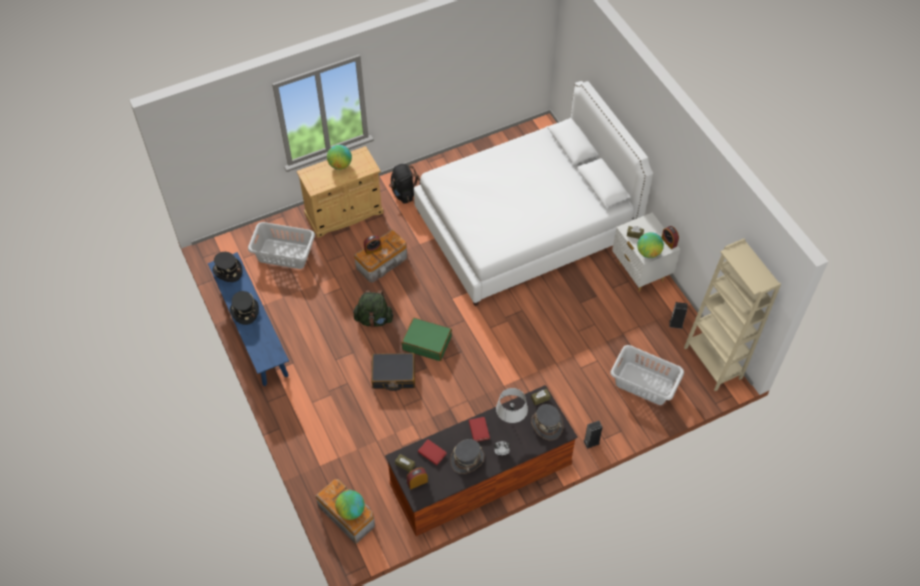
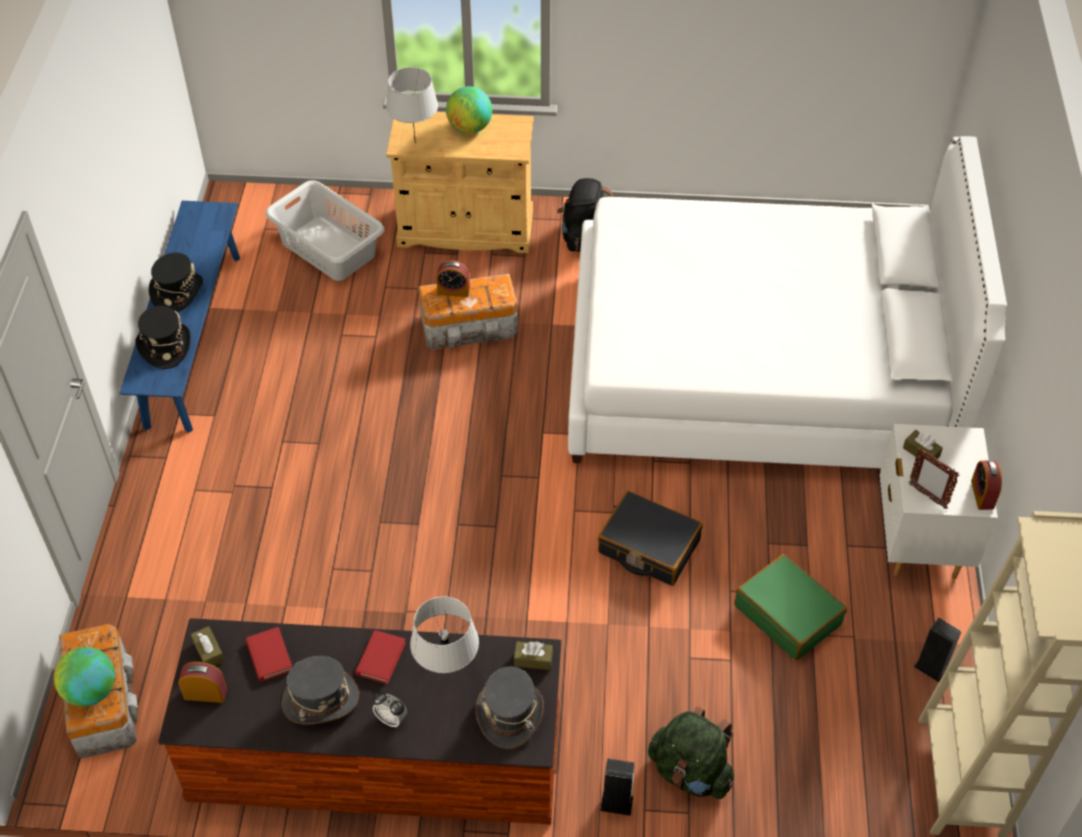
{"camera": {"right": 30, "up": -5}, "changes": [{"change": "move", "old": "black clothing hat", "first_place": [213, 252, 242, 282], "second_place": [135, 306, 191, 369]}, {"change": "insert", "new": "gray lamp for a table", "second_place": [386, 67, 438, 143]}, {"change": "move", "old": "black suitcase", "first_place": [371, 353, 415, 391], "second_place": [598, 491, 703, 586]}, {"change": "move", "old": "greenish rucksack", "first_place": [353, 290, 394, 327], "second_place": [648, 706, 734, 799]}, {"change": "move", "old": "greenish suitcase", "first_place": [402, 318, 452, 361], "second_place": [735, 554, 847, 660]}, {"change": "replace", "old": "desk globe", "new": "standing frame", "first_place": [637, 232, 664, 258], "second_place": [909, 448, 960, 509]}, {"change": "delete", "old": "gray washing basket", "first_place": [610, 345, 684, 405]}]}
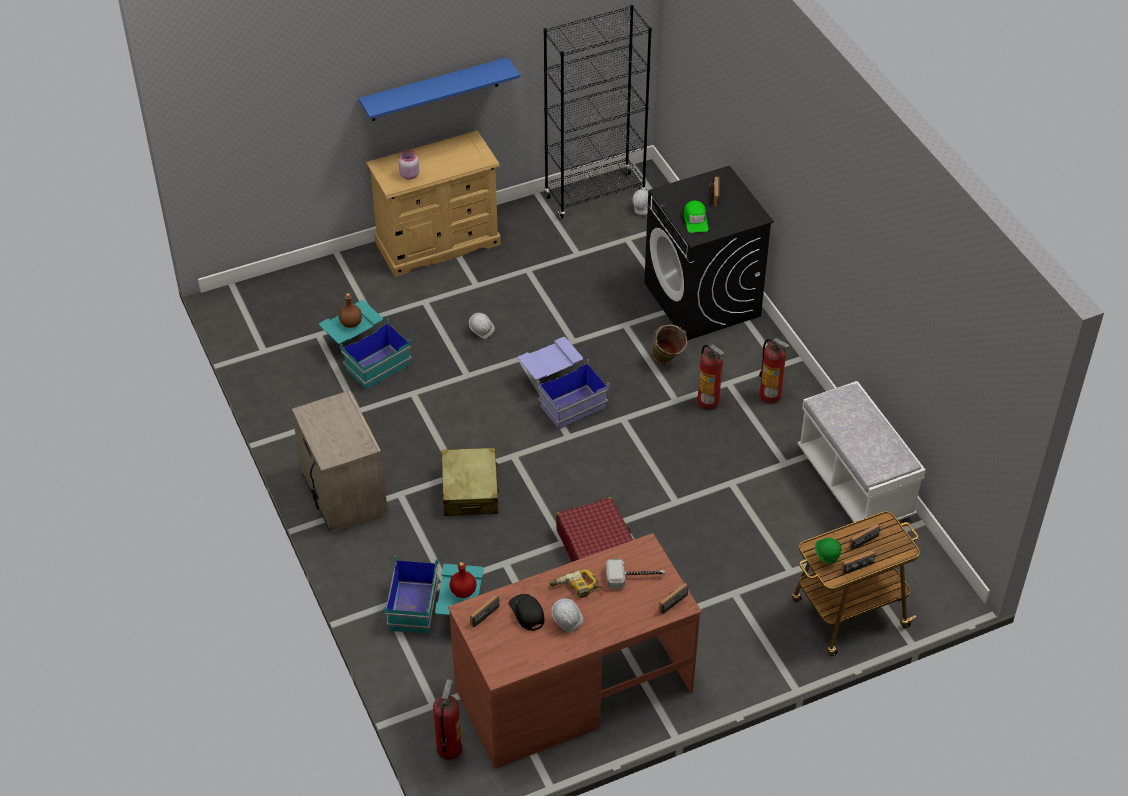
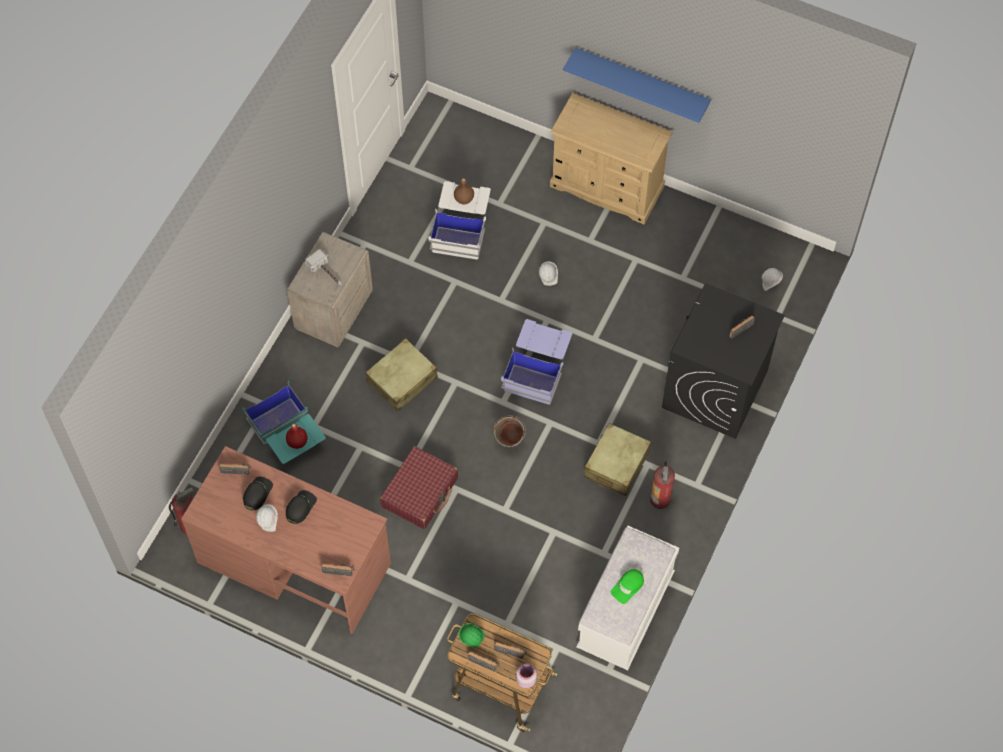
{"camera": {"right": 50, "up": 15}, "changes": [{"change": "replace", "old": "power drill", "new": "black cap", "first_place": [549, 569, 604, 598], "second_place": [286, 490, 317, 524]}, {"change": "move", "old": "tool hammer", "first_place": [606, 559, 665, 589], "second_place": [305, 249, 342, 285]}, {"change": "recolor", "old": "turquoise-coloured storage container", "new": "whitish storage container", "first_place": [319, 300, 412, 390], "second_place": [428, 181, 491, 260]}, {"change": "move", "old": "greenish bucket", "first_place": [652, 325, 687, 363], "second_place": [494, 415, 526, 447]}, {"change": "move", "old": "pinkish preserve jar", "first_place": [399, 150, 419, 180], "second_place": [516, 664, 537, 688]}, {"change": "replace", "old": "extinguisher", "new": "beige-coloured suitcase", "first_place": [697, 344, 724, 411], "second_place": [584, 423, 651, 496]}, {"change": "move", "old": "greenish cap", "first_place": [684, 201, 709, 233], "second_place": [611, 569, 644, 604]}, {"change": "delete", "old": "black shelving unit", "first_place": [543, 5, 652, 219]}]}
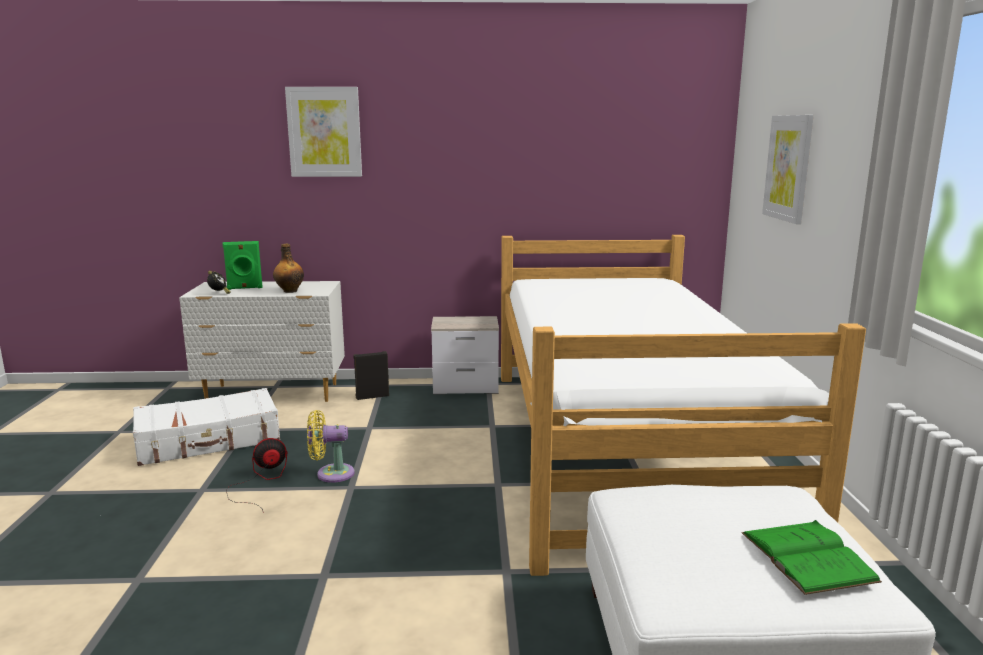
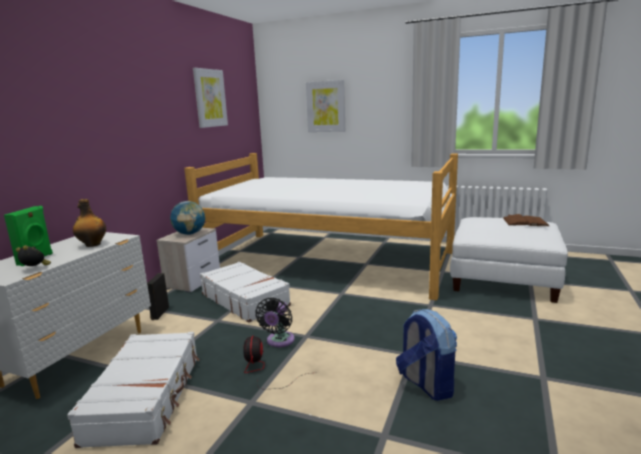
{"camera": {"right": -65, "up": 0}, "changes": [{"change": "insert", "new": "desk globe", "second_place": [170, 201, 205, 235]}, {"change": "move", "old": "wall picture", "first_place": [285, 87, 362, 177], "second_place": [193, 68, 228, 128]}, {"change": "insert", "new": "whitish suitcase", "second_place": [200, 262, 291, 323]}, {"change": "recolor", "old": "yellow-coloured electric fan", "new": "black electric fan", "first_place": [307, 410, 355, 483], "second_place": [255, 298, 295, 347]}, {"change": "insert", "new": "rucksack", "second_place": [396, 309, 457, 401]}, {"change": "recolor", "old": "greenish bound book", "new": "brown-coloured bound book", "first_place": [742, 520, 882, 595], "second_place": [503, 214, 549, 226]}]}
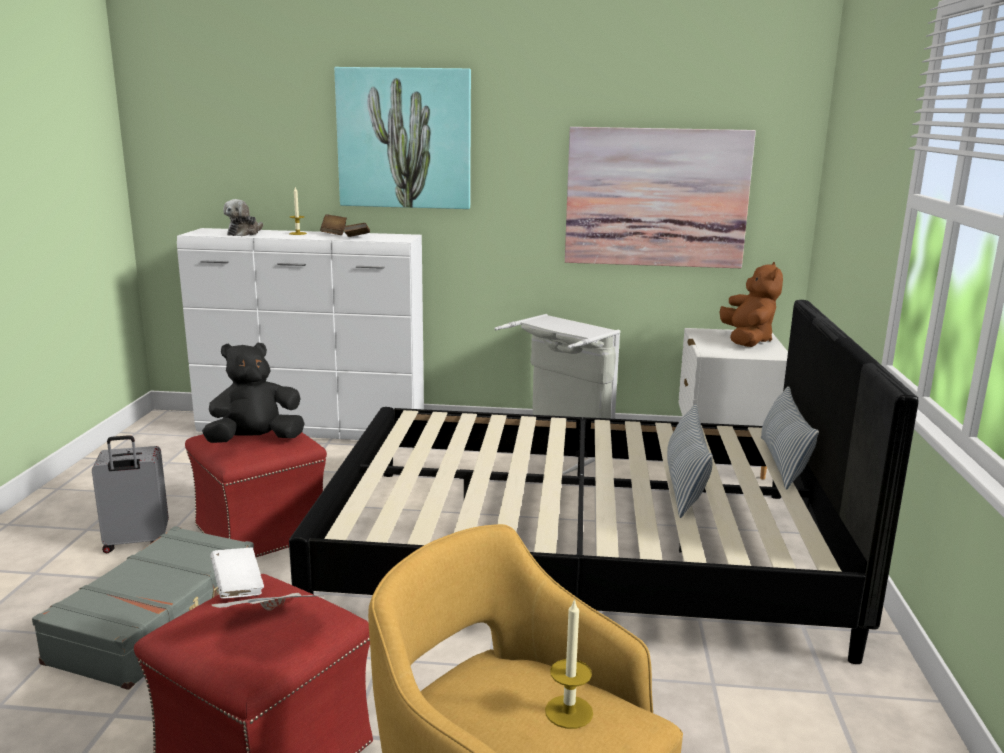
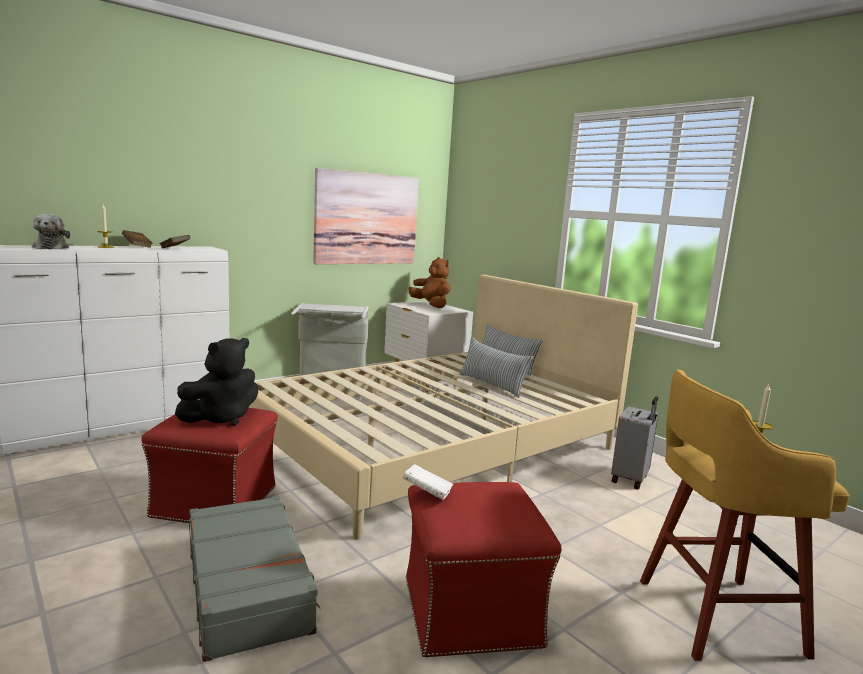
{"camera": {"right": -45, "up": -5}, "changes": [{"change": "rotate", "old": "black soft toy", "first_place": [202, 343, 305, 443], "second_place": [175, 338, 258, 426], "degrees": -150}, {"change": "recolor", "old": "black bedroom bed", "new": "beige-coloured bedroom bed", "first_place": [289, 300, 918, 664], "second_place": [249, 274, 638, 540]}, {"change": "move", "old": "gray suitcase", "first_place": [92, 435, 169, 553], "second_place": [611, 396, 658, 489]}, {"change": "delete", "old": "daily paper", "first_place": [212, 593, 321, 611]}, {"change": "delete", "old": "wall picture", "first_place": [334, 67, 471, 209]}]}
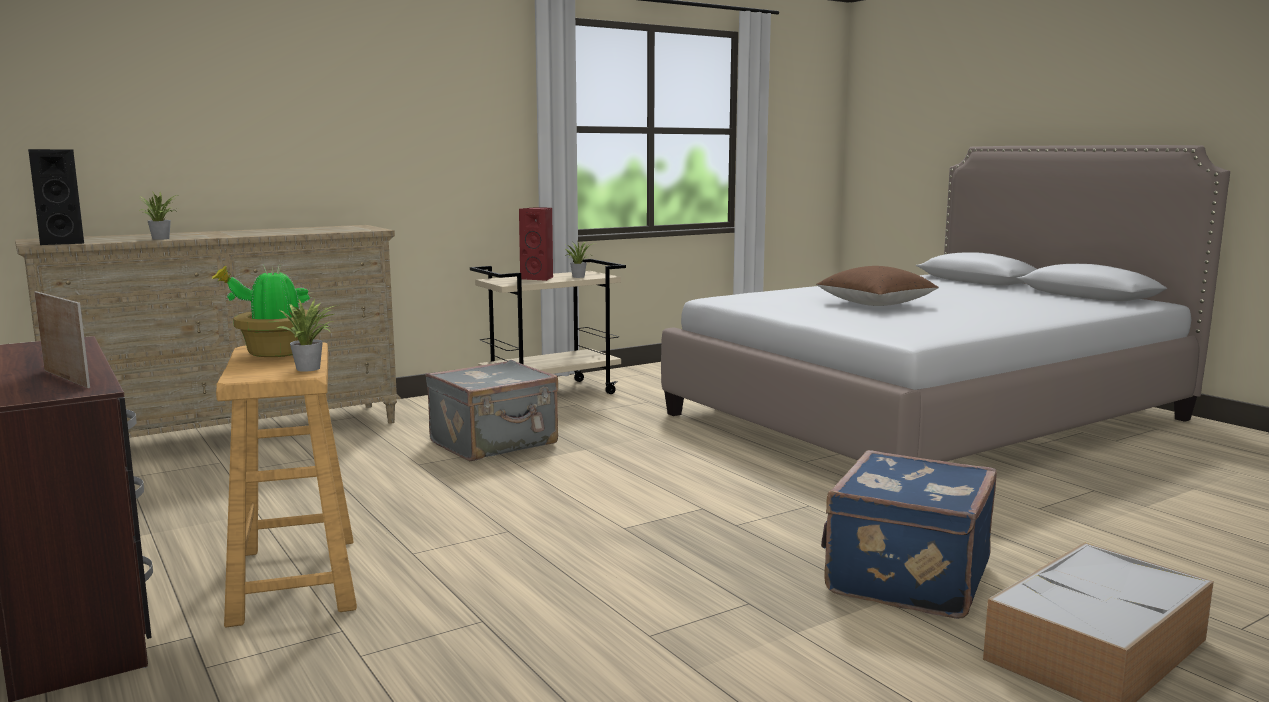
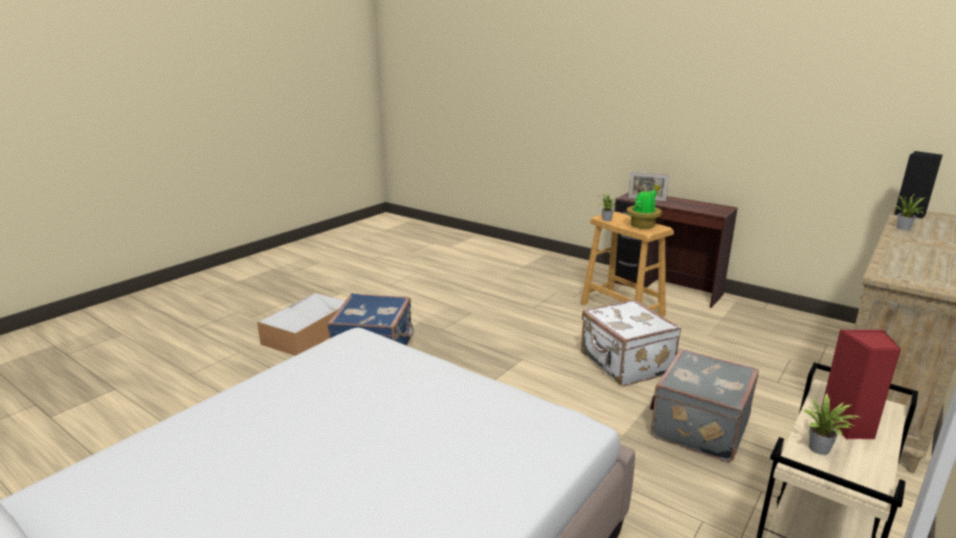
{"camera": {"right": 160, "up": 10}, "changes": [{"change": "insert", "new": "whitish suitcase", "second_place": [581, 300, 681, 386]}, {"change": "delete", "old": "brown-coloured throw pillow", "first_place": [816, 266, 939, 306]}]}
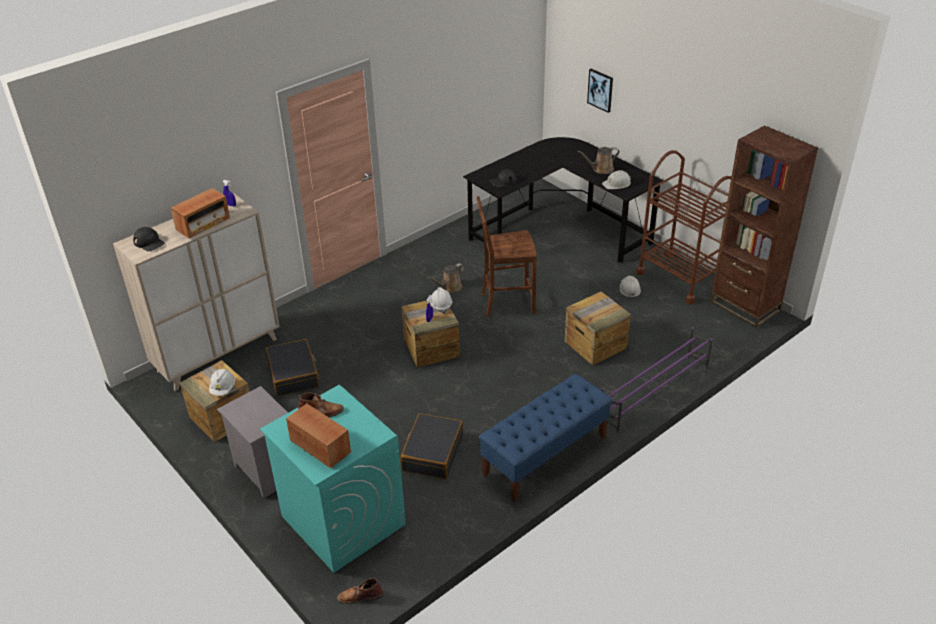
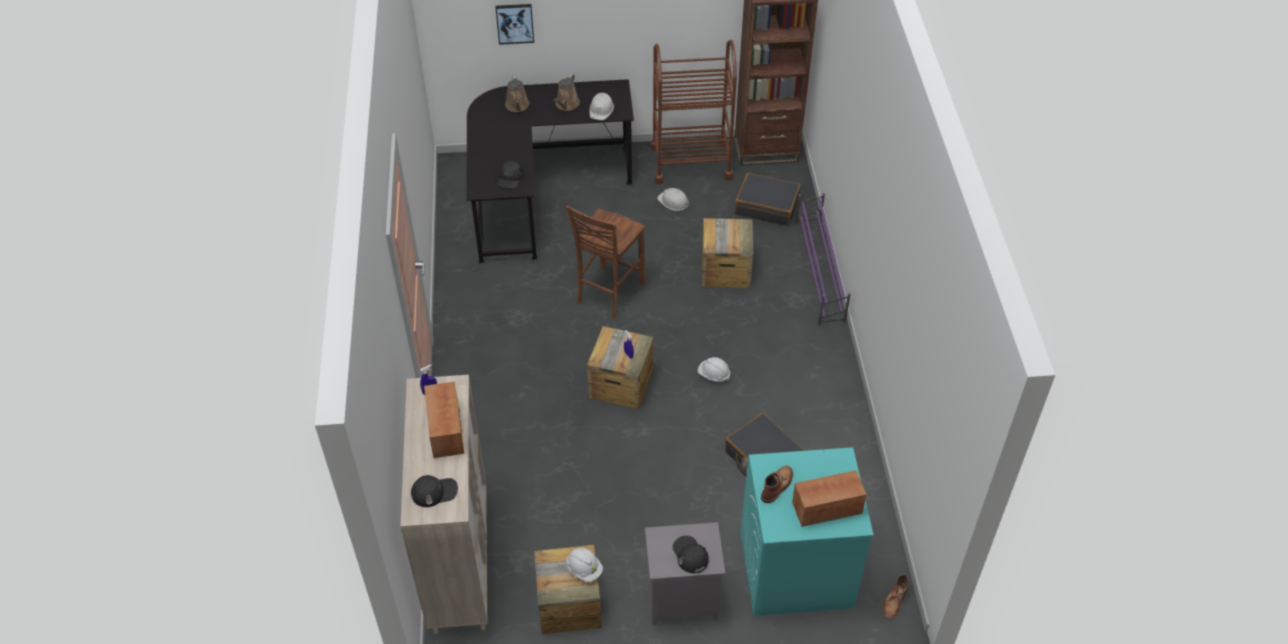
{"camera": {"right": -55, "up": 10}, "changes": [{"change": "move", "old": "brown-coloured watering can", "first_place": [428, 263, 464, 293], "second_place": [505, 75, 529, 112]}, {"change": "insert", "new": "black cap", "second_place": [673, 536, 709, 574]}, {"change": "move", "old": "whitish safety helmet", "first_place": [430, 287, 452, 314], "second_place": [698, 357, 731, 382]}, {"change": "move", "old": "black suitcase", "first_place": [265, 339, 319, 396], "second_place": [735, 173, 801, 226]}, {"change": "delete", "old": "bluish bench", "first_place": [479, 374, 612, 503]}]}
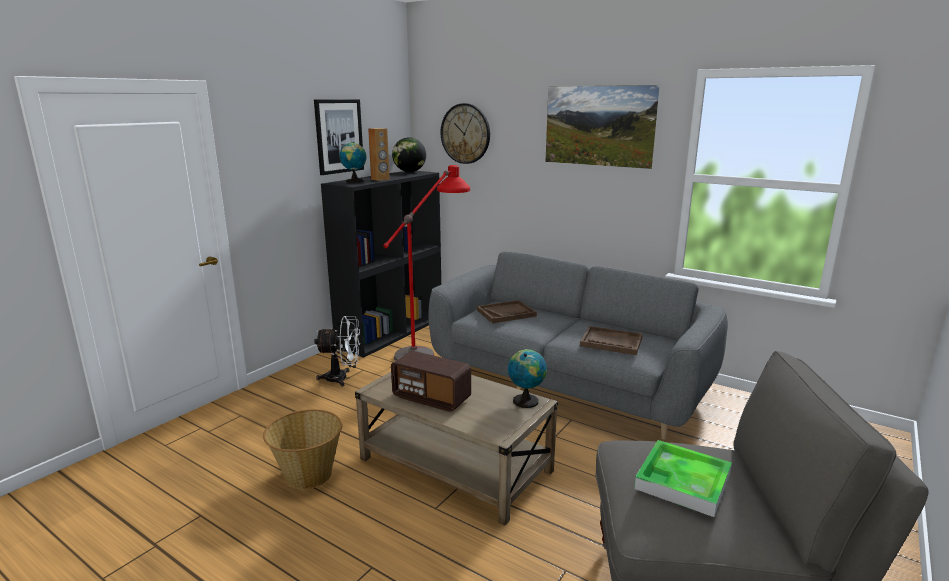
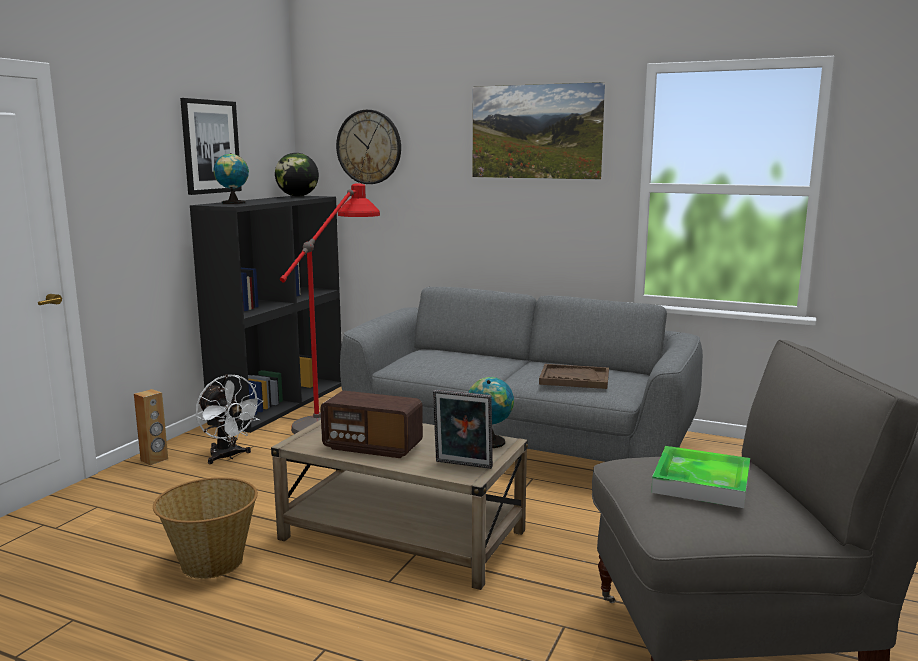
{"camera": {"right": -10, "up": -5}, "changes": [{"change": "move", "old": "brown-coloured audio speaker", "first_place": [368, 128, 390, 181], "second_place": [134, 389, 168, 465]}, {"change": "rotate", "old": "whitish electric fan", "first_place": [314, 316, 360, 387], "second_place": [196, 374, 264, 464], "degrees": 60}, {"change": "insert", "new": "standing frame", "second_place": [433, 389, 493, 469]}, {"change": "delete", "old": "brown-coloured tray", "first_place": [477, 300, 537, 323]}]}
